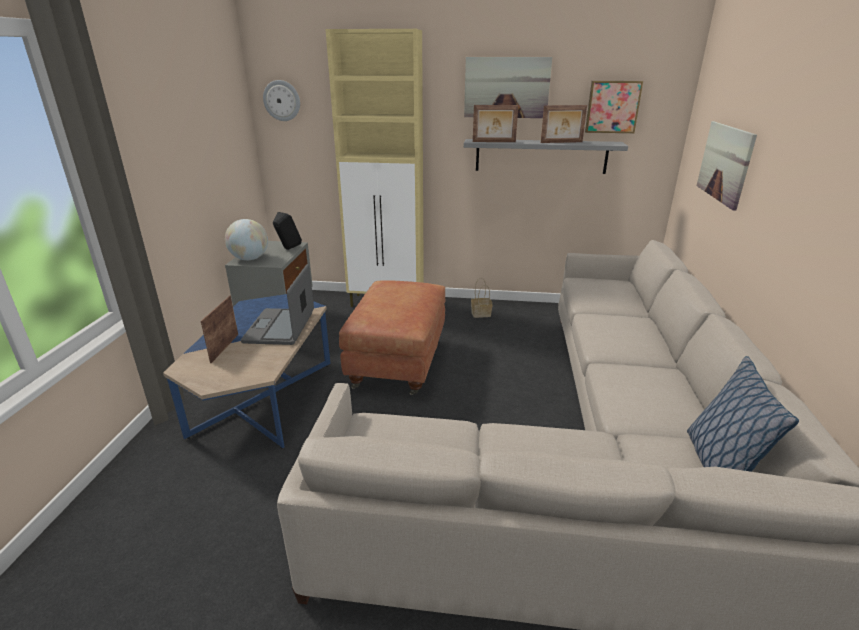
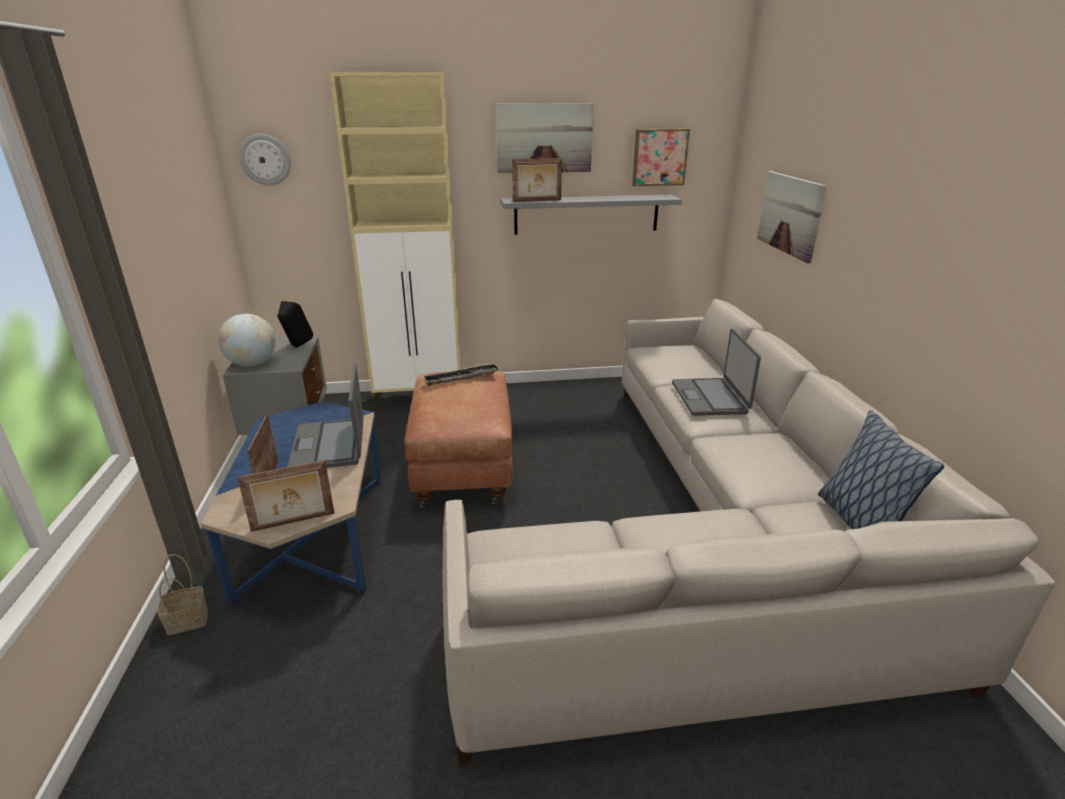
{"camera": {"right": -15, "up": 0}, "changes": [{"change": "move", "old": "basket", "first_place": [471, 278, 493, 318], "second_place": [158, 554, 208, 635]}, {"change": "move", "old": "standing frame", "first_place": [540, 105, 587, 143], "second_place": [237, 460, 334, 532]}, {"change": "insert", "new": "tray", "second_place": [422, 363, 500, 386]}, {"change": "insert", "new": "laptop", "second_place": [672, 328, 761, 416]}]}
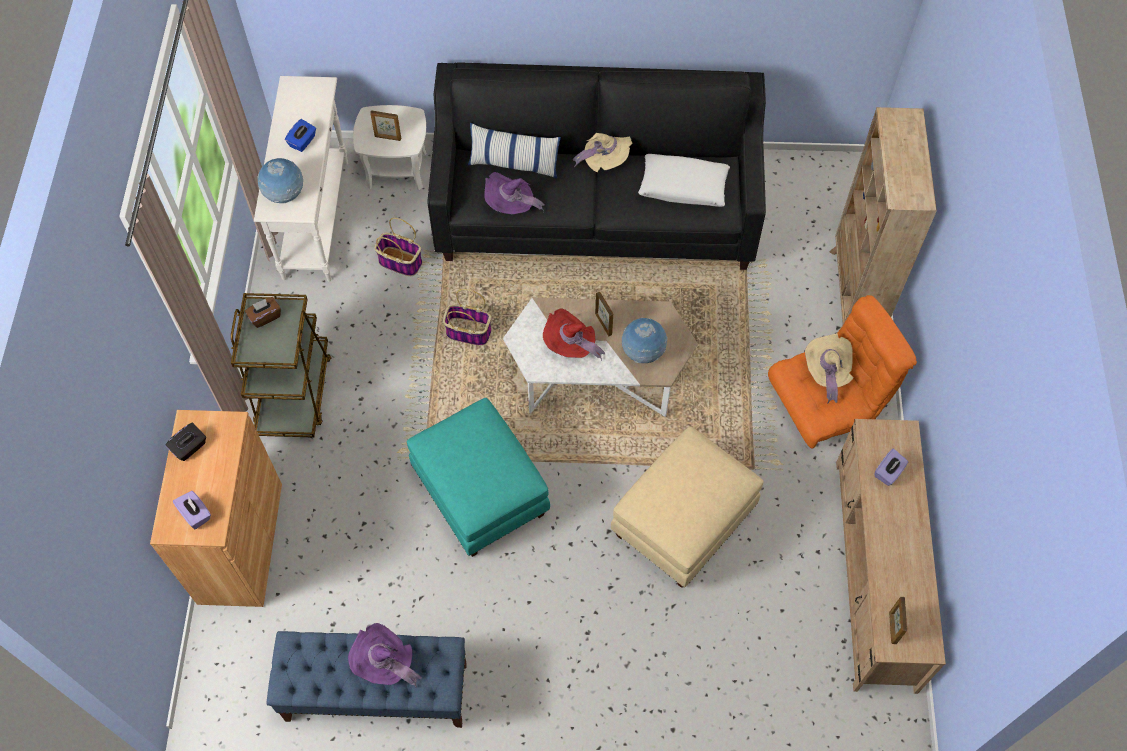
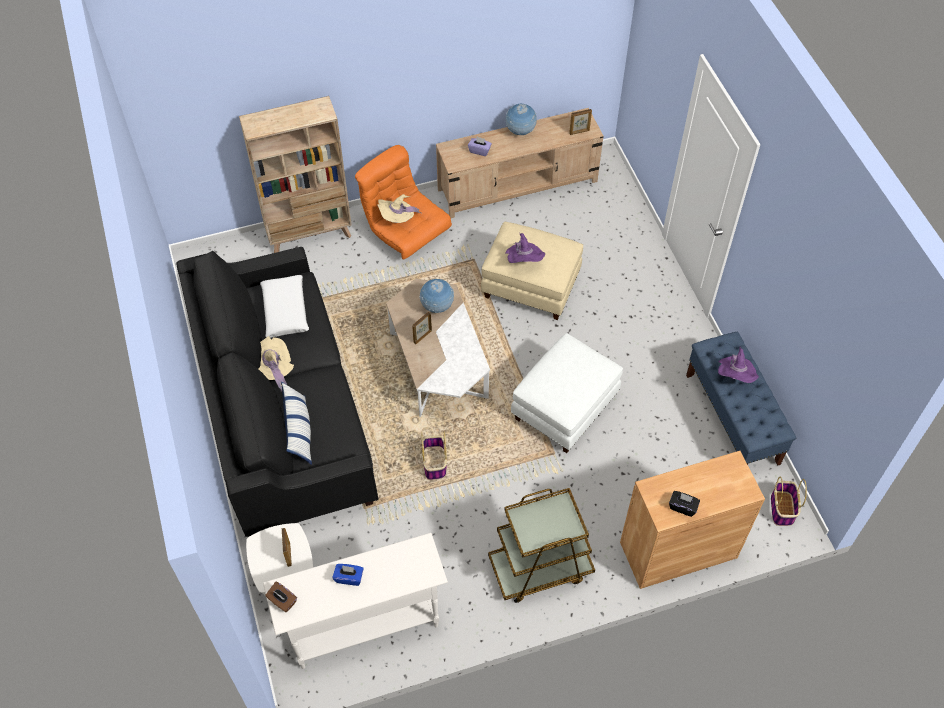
{"camera": {"right": -110, "up": -5}, "changes": [{"change": "move", "old": "brown-coloured box of tissues", "first_place": [245, 297, 281, 328], "second_place": [265, 581, 297, 612]}, {"change": "move", "old": "purple clothing hat", "first_place": [484, 172, 545, 215], "second_place": [505, 232, 545, 263]}, {"change": "move", "old": "desk globe", "first_place": [258, 158, 303, 203], "second_place": [506, 104, 537, 135]}, {"change": "recolor", "old": "turquoise-coloured ottoman", "new": "whitish ottoman", "first_place": [407, 398, 550, 557], "second_place": [511, 333, 623, 453]}, {"change": "move", "old": "basket", "first_place": [375, 218, 422, 276], "second_place": [771, 477, 807, 526]}, {"change": "delete", "old": "purple box of tissues", "first_place": [173, 491, 211, 529]}, {"change": "delete", "old": "red-coloured clothing hat", "first_place": [543, 308, 605, 361]}]}
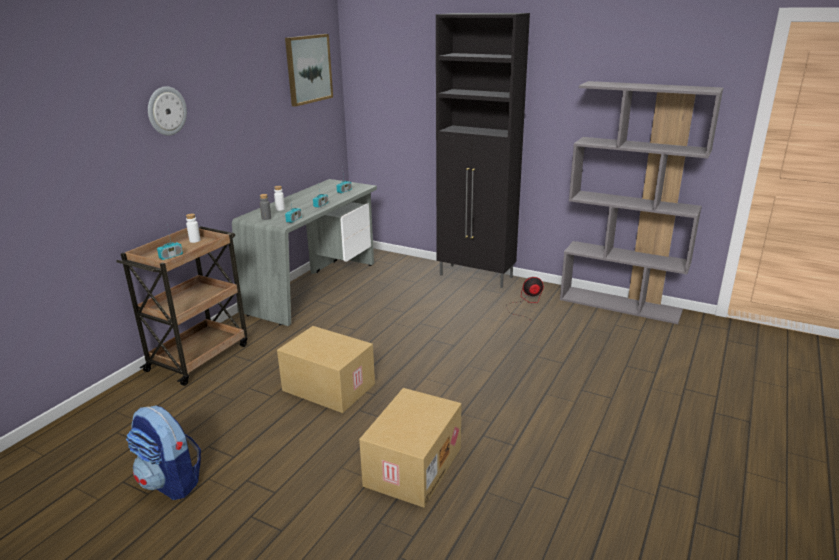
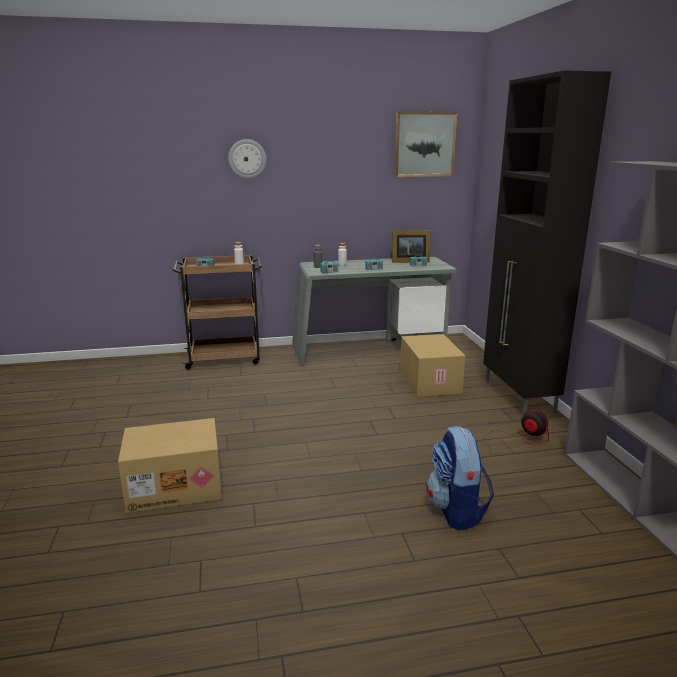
{"camera": {"right": 50, "up": -5}, "changes": [{"change": "insert", "new": "standing frame", "second_place": [392, 230, 430, 263]}, {"change": "move", "old": "carton", "first_place": [277, 326, 375, 413], "second_place": [400, 334, 466, 397]}, {"change": "move", "old": "rucksack", "first_place": [126, 406, 201, 500], "second_place": [426, 426, 494, 530]}]}
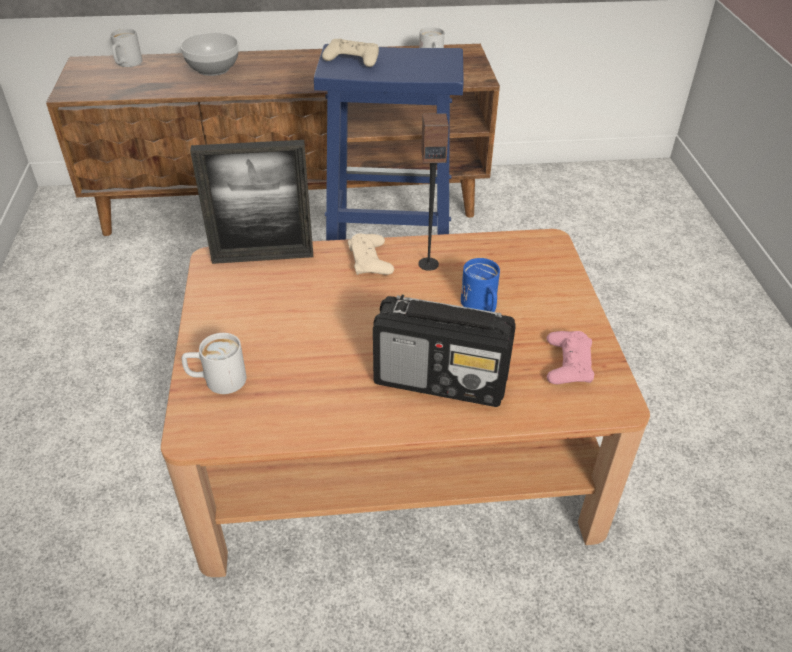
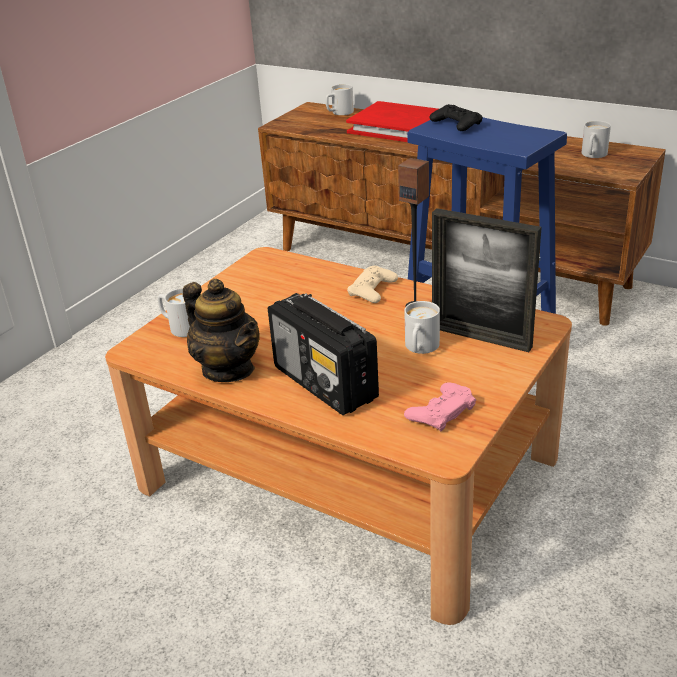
{"camera": {"right": 40, "up": -10}, "changes": [{"change": "insert", "new": "pot for tea", "second_place": [183, 279, 260, 382]}, {"change": "replace", "old": "deep dish", "new": "red-coloured bound book", "first_place": [180, 33, 239, 76], "second_place": [346, 101, 438, 142]}, {"change": "recolor", "old": "bluish tea mug", "new": "whitish tea mug", "first_place": [461, 258, 500, 312], "second_place": [404, 301, 440, 354]}, {"change": "recolor", "old": "beige-coloured gamepad", "new": "black gamepad", "first_place": [322, 38, 379, 67], "second_place": [430, 104, 483, 131]}, {"change": "move", "old": "standing frame", "first_place": [190, 140, 313, 264], "second_place": [432, 208, 542, 352]}]}
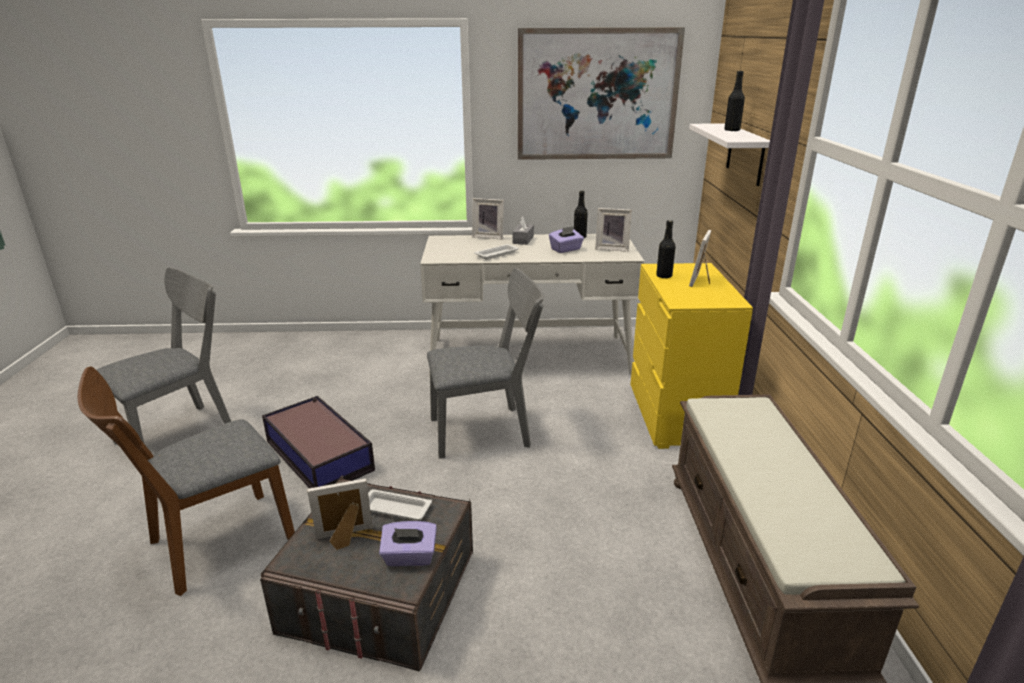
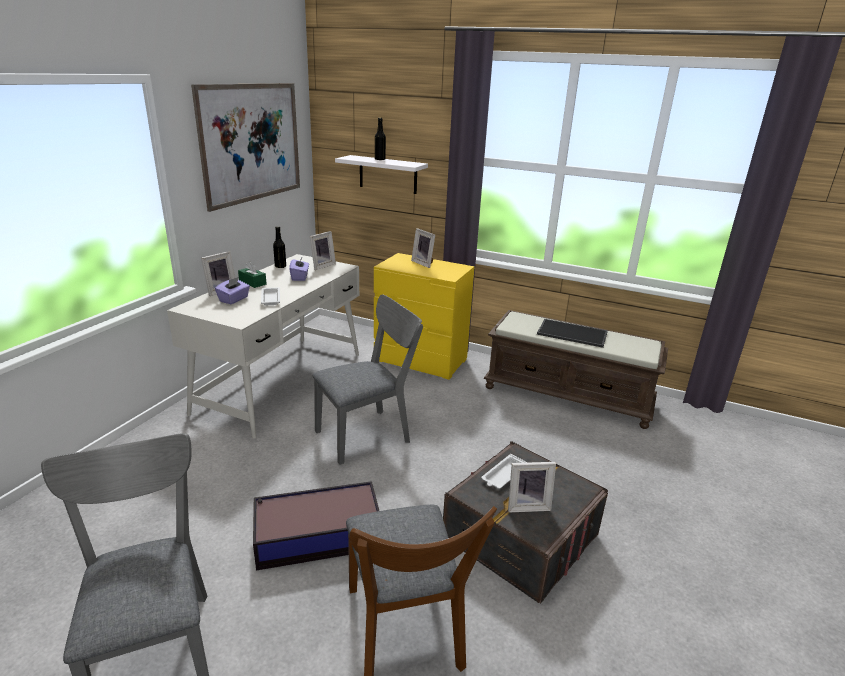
{"camera": {"right": -65, "up": 0}, "changes": [{"change": "move", "old": "purple box of tissues", "first_place": [379, 521, 437, 566], "second_place": [215, 277, 250, 304]}, {"change": "recolor", "old": "gray box of tissues", "new": "greenish box of tissues", "first_place": [513, 216, 534, 245], "second_place": [238, 261, 267, 288]}, {"change": "rotate", "old": "gray plain chair", "first_place": [427, 268, 544, 459], "second_place": [312, 294, 423, 465], "degrees": 45}, {"change": "rotate", "old": "standing frame", "first_place": [307, 478, 372, 550], "second_place": [508, 462, 556, 513], "degrees": -105}, {"change": "insert", "new": "tray", "second_place": [537, 319, 608, 348]}, {"change": "delete", "old": "black drink bottle", "first_place": [656, 220, 676, 278]}]}
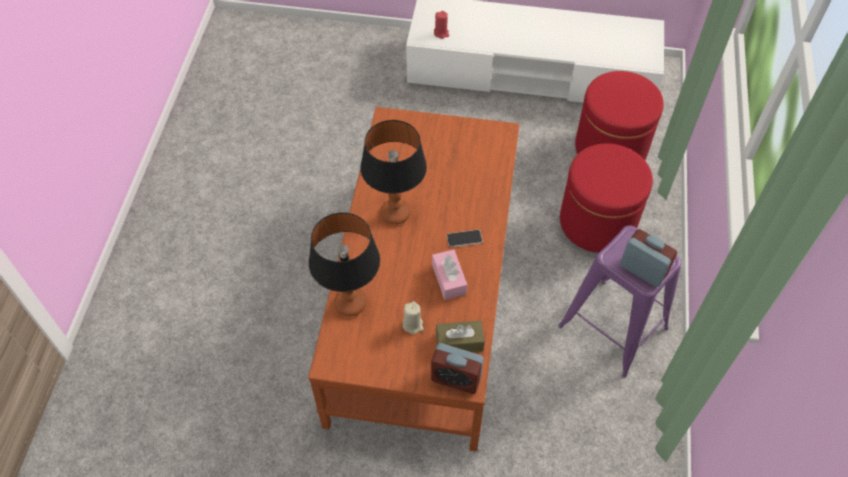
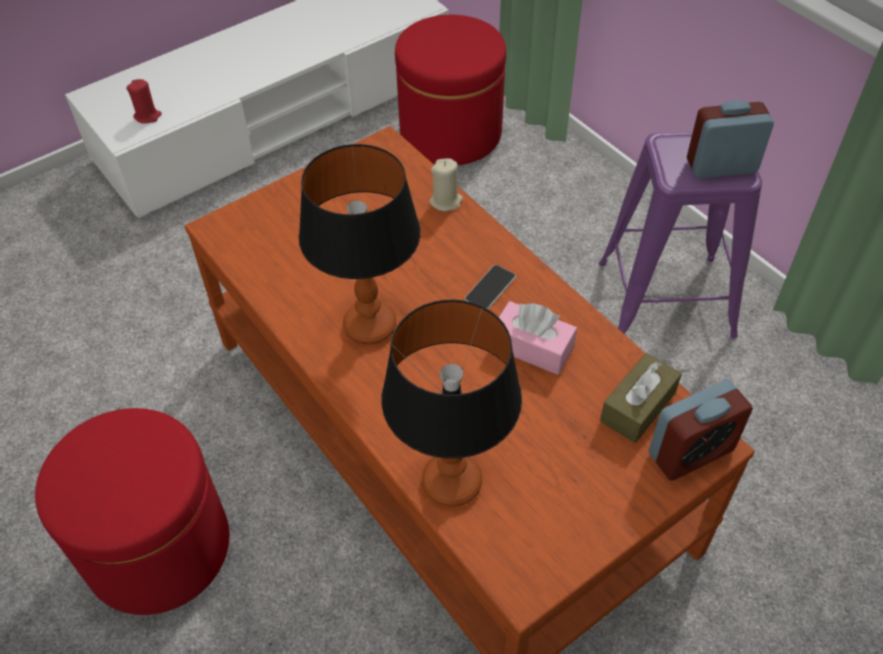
{"camera": {"right": -45, "up": -5}, "changes": [{"change": "move", "old": "red-coloured ottoman", "first_place": [560, 143, 653, 253], "second_place": [35, 408, 229, 615]}, {"change": "move", "old": "beige-coloured candle", "first_place": [403, 302, 424, 334], "second_place": [429, 158, 463, 211]}]}
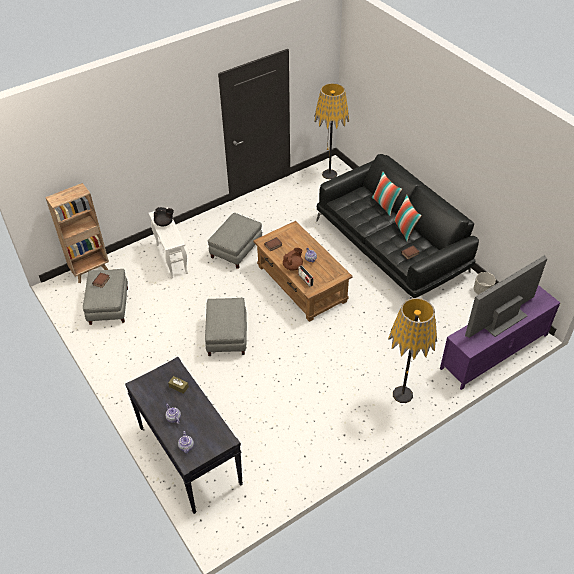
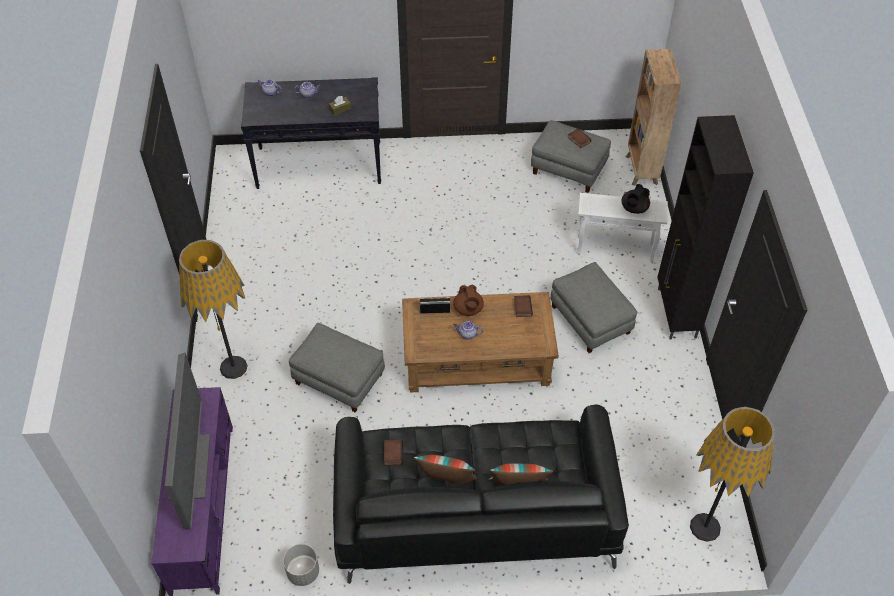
{"camera": {"right": 120, "up": 5}, "changes": [{"change": "move", "old": "gray ottoman", "first_place": [205, 298, 247, 356], "second_place": [289, 323, 385, 412]}, {"change": "insert", "new": "black cupboard", "second_place": [657, 115, 754, 340]}]}
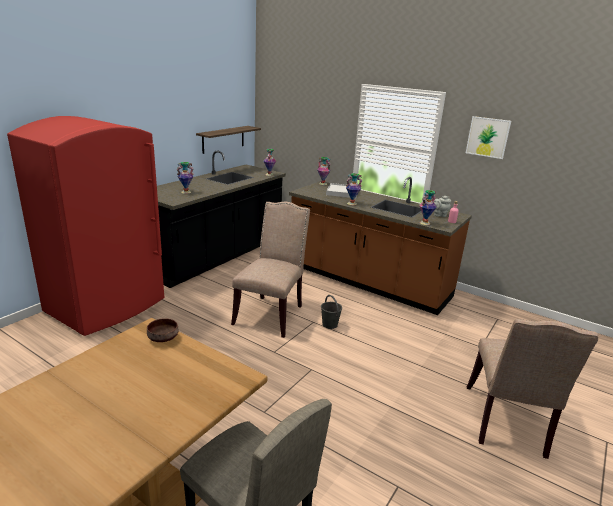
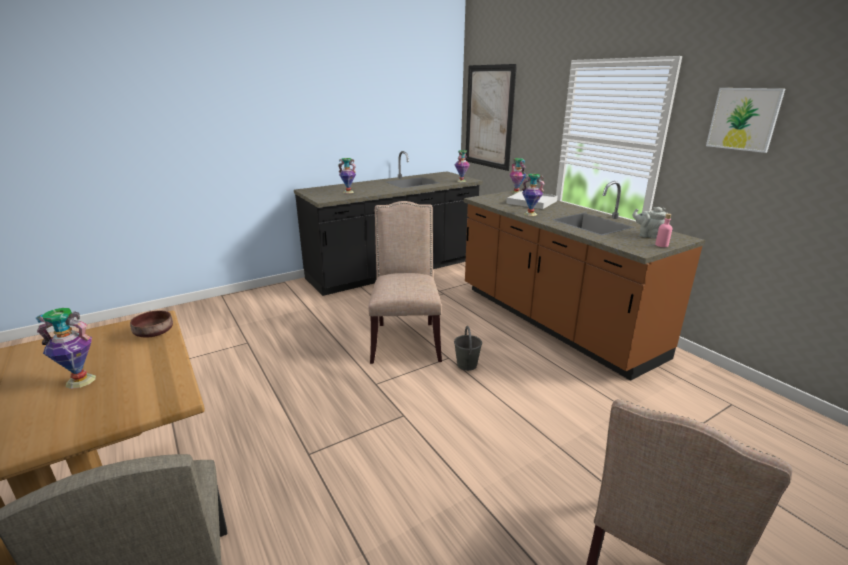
{"camera": {"right": 25, "up": 0}, "changes": [{"change": "move", "old": "flower vase", "first_place": [419, 190, 436, 225], "second_place": [36, 308, 96, 389]}, {"change": "rotate", "old": "beige-coloured plain chair", "first_place": [231, 202, 310, 338], "second_place": [368, 201, 442, 364], "degrees": -45}, {"change": "insert", "new": "wall picture", "second_place": [466, 64, 517, 171]}, {"change": "delete", "old": "red-coloured kitchen fridge", "first_place": [7, 116, 164, 336]}, {"change": "delete", "old": "wall shelf", "first_place": [196, 126, 261, 154]}]}
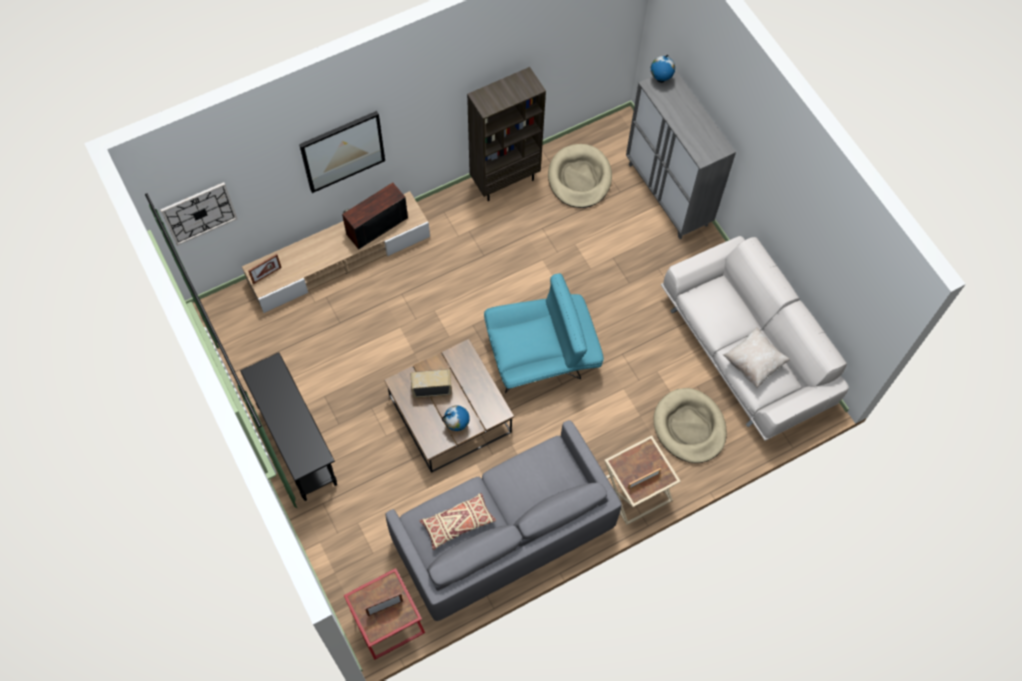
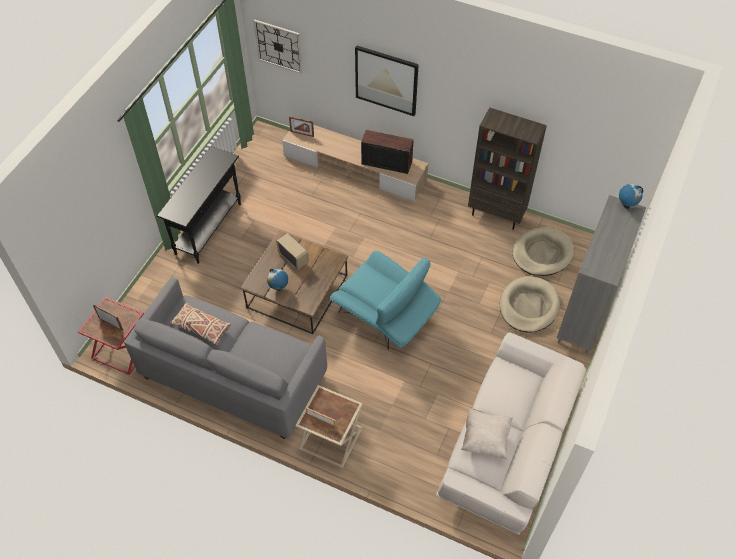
{"camera": {"right": 55, "up": -10}, "changes": [{"change": "move", "old": "beige-coloured dog cushion", "first_place": [653, 388, 727, 463], "second_place": [500, 276, 560, 332]}]}
